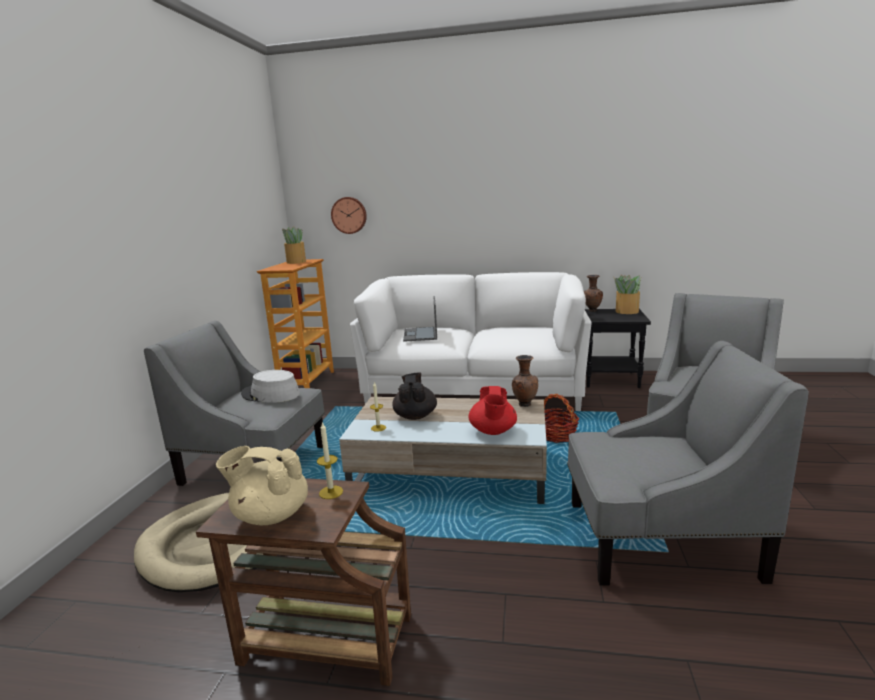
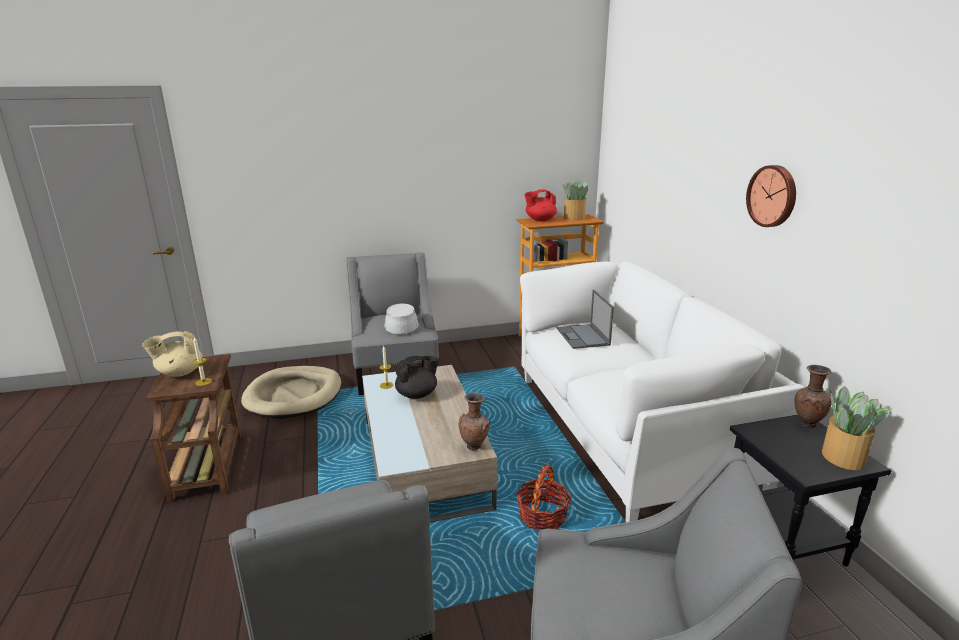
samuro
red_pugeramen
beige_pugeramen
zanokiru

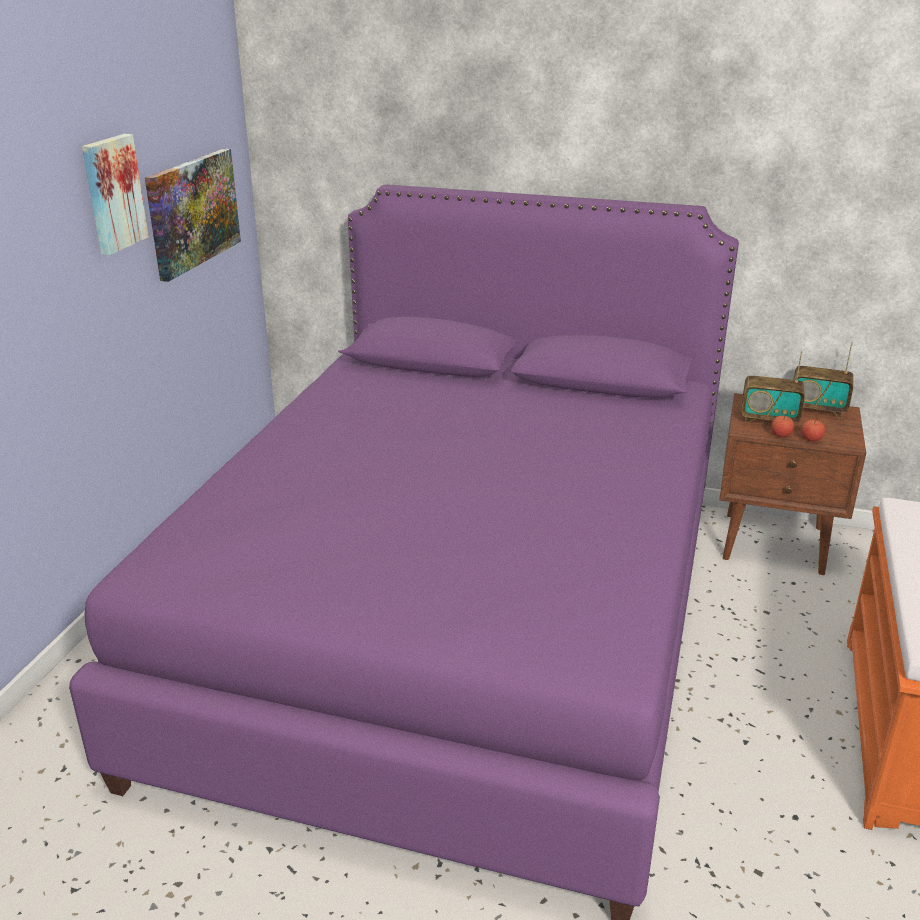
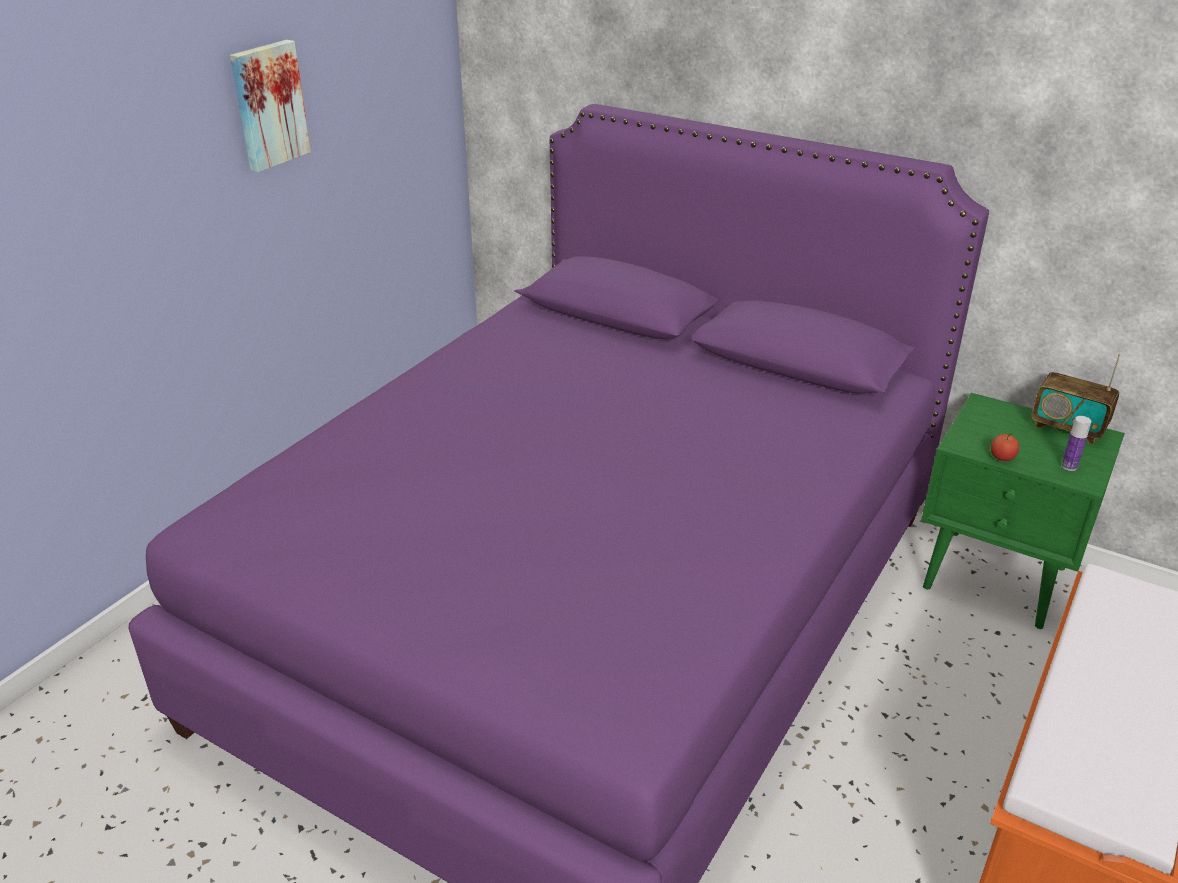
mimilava (2nd from left in the first image)
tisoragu (1st from left in the first image)
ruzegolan (2nd from left in the first image)
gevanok
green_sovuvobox

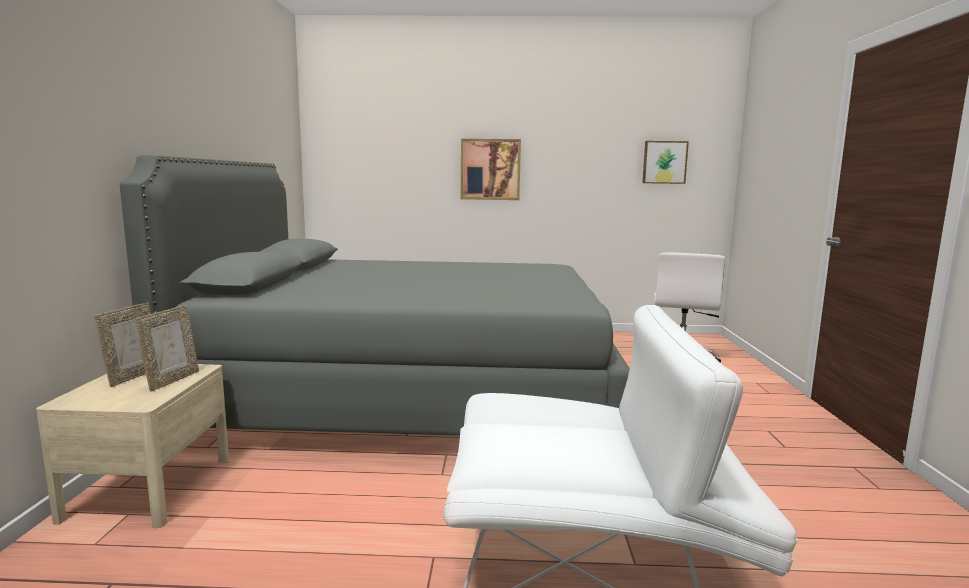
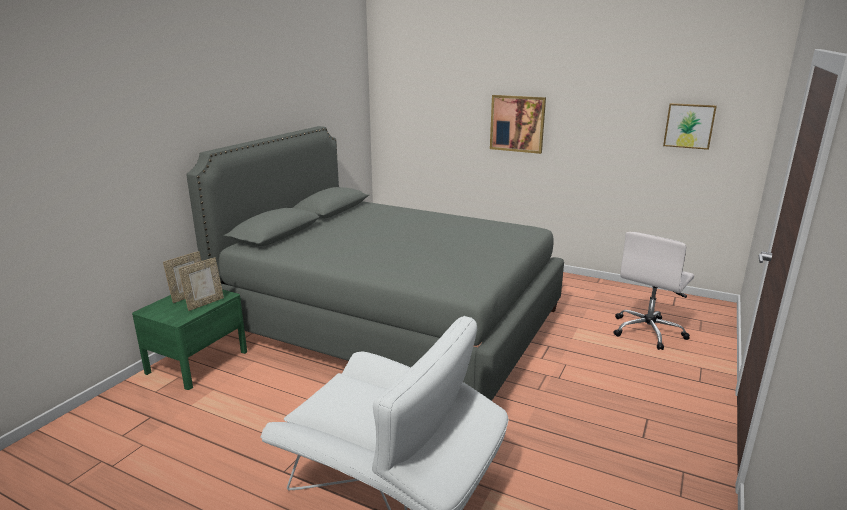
green_sovuvobox

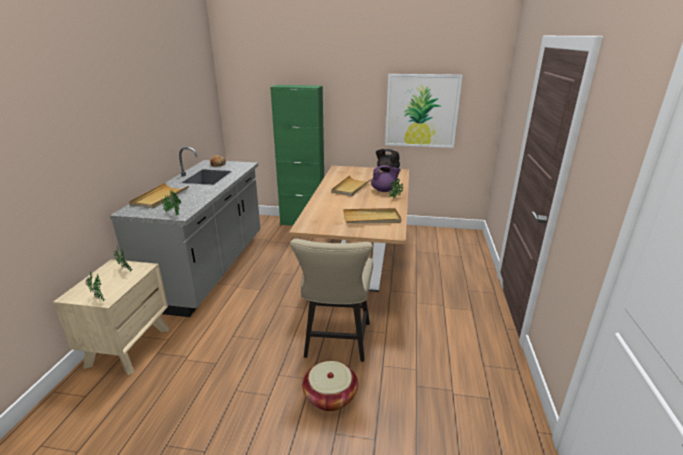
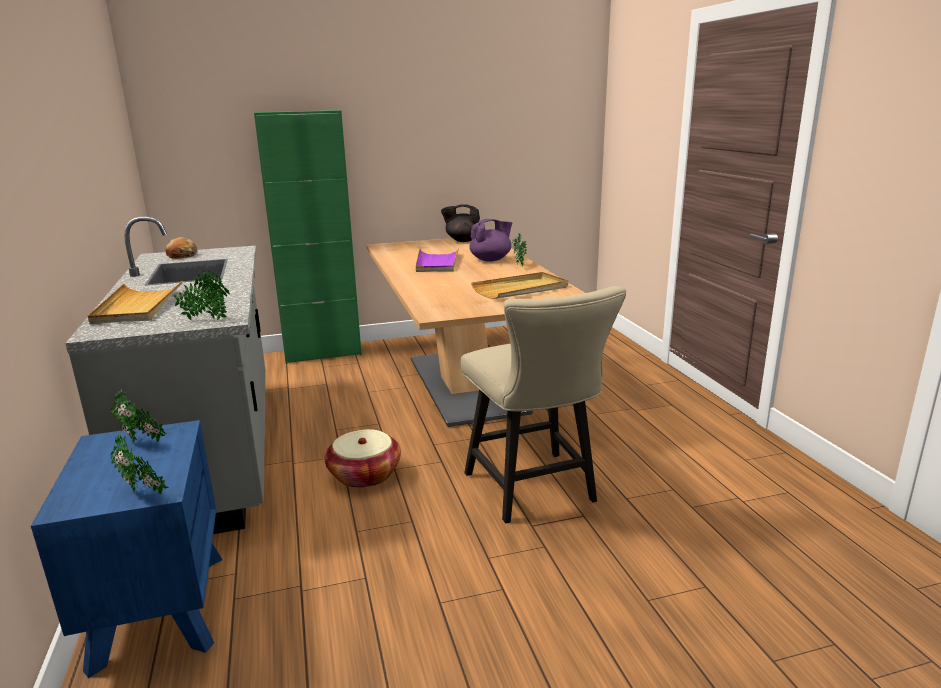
mimilava
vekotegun
blue_sovuvobox
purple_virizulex

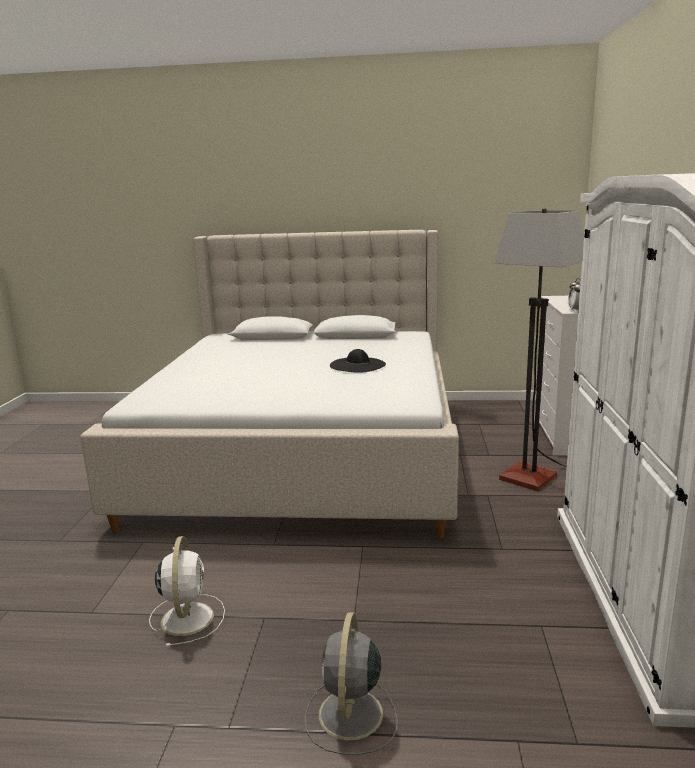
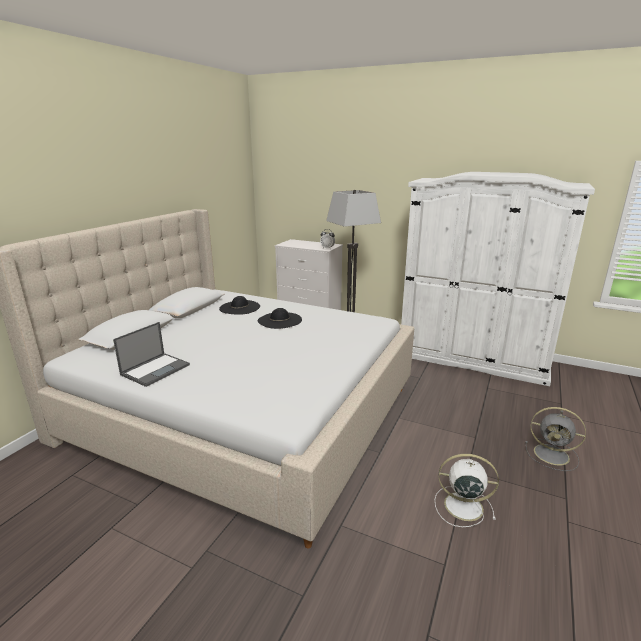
zanokiru
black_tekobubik (1st from left)

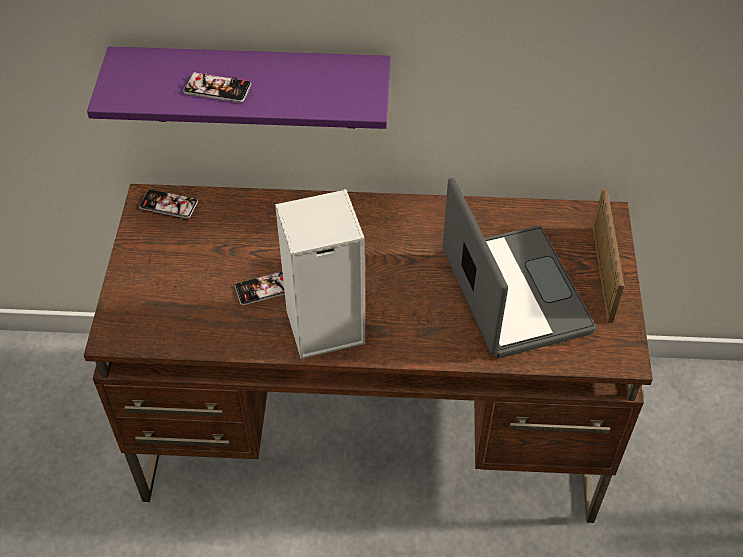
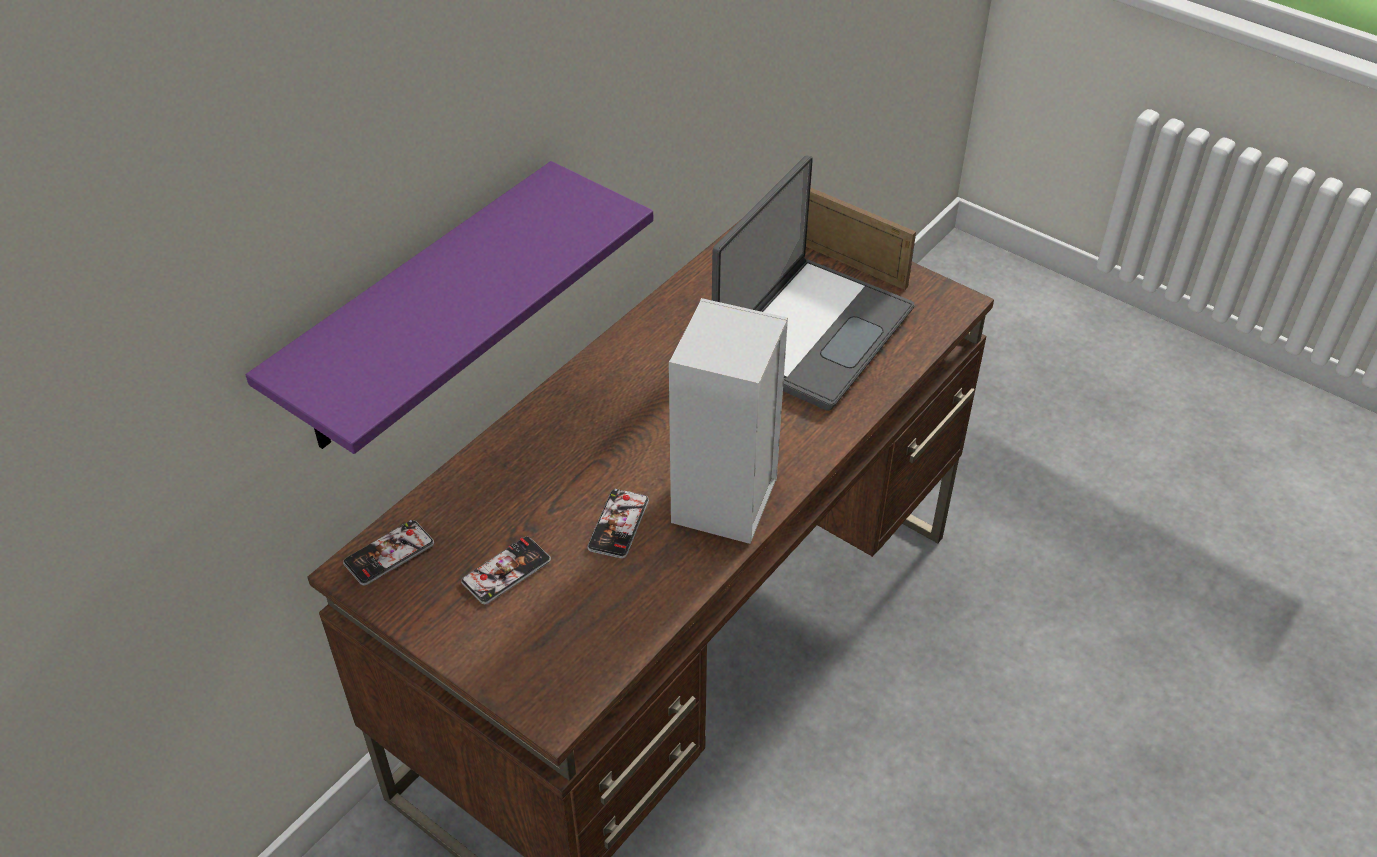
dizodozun (2nd from left)
zanokiru

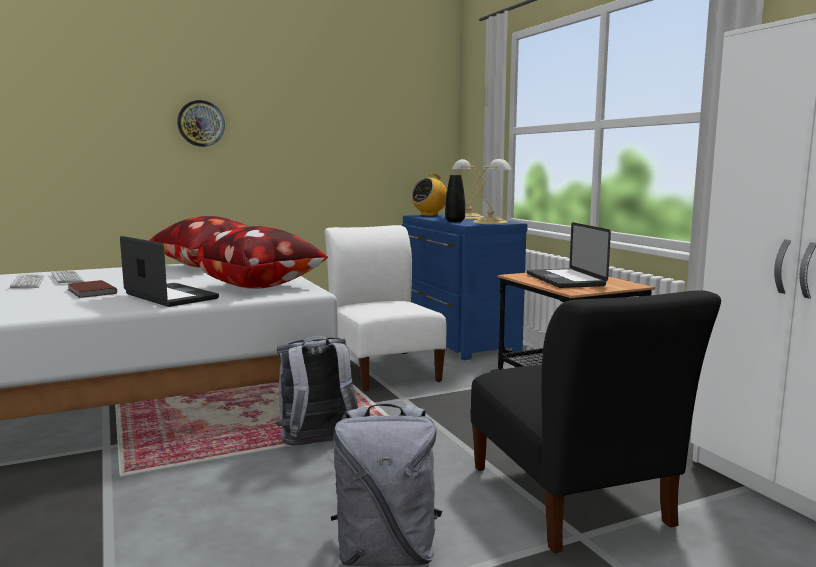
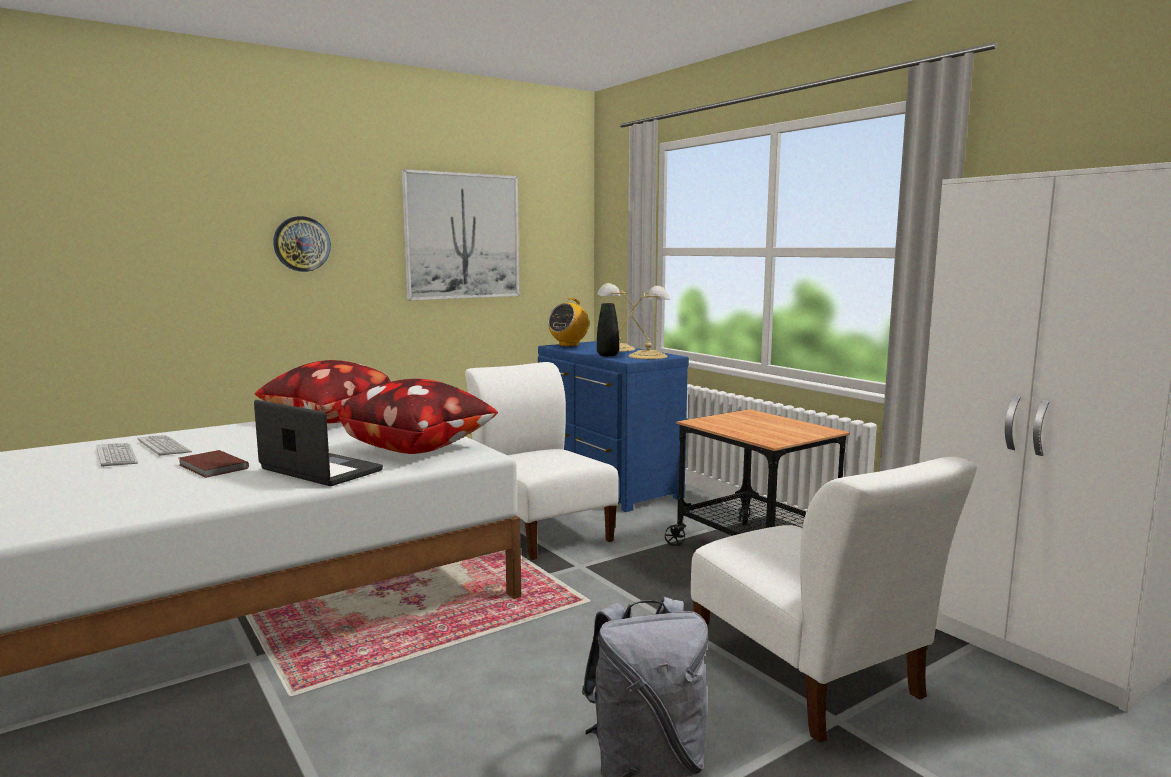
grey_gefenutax (1st from left in the first image)
zanokiru (2nd from left in the first image)
mimilava
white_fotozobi (2nd from left)

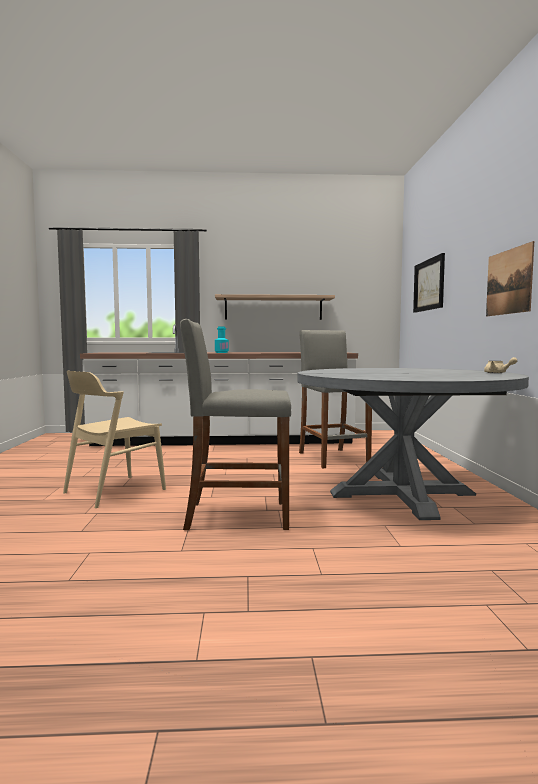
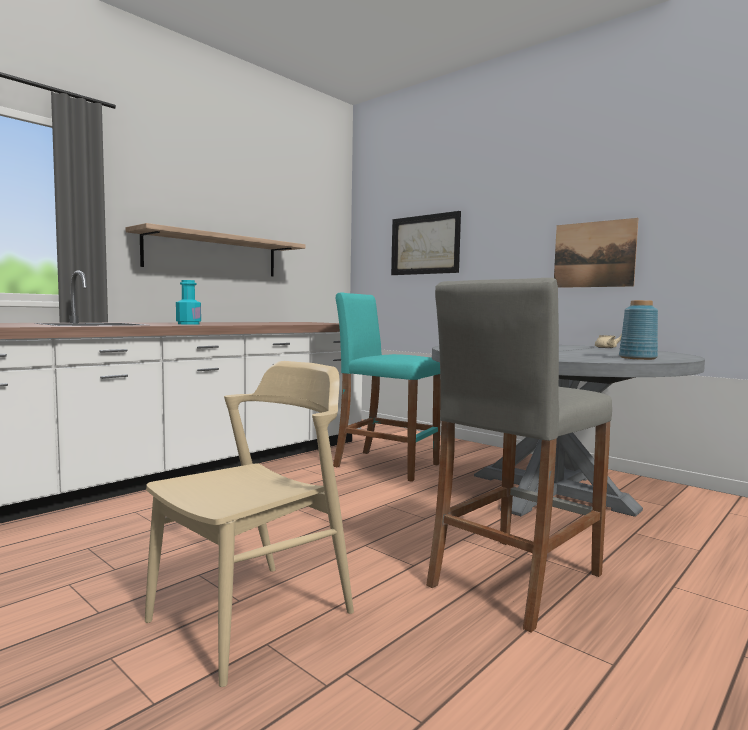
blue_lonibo
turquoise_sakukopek
beige_fotozobi

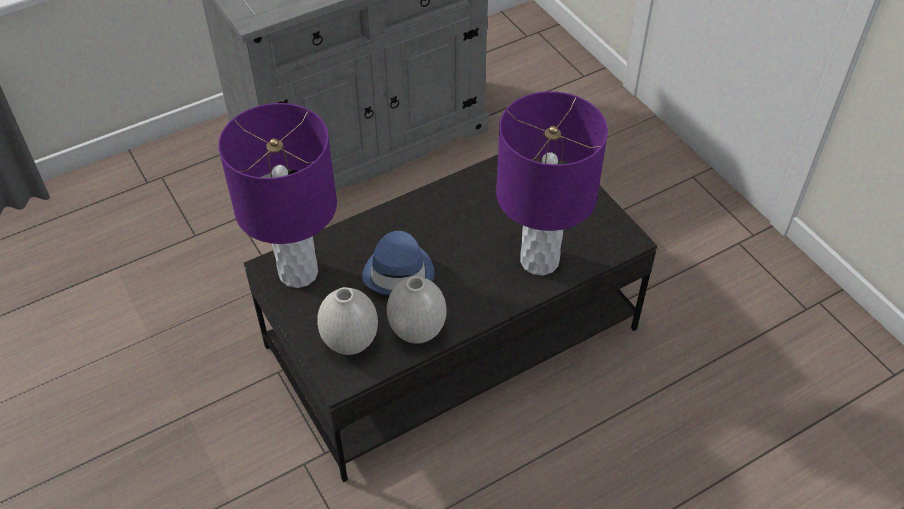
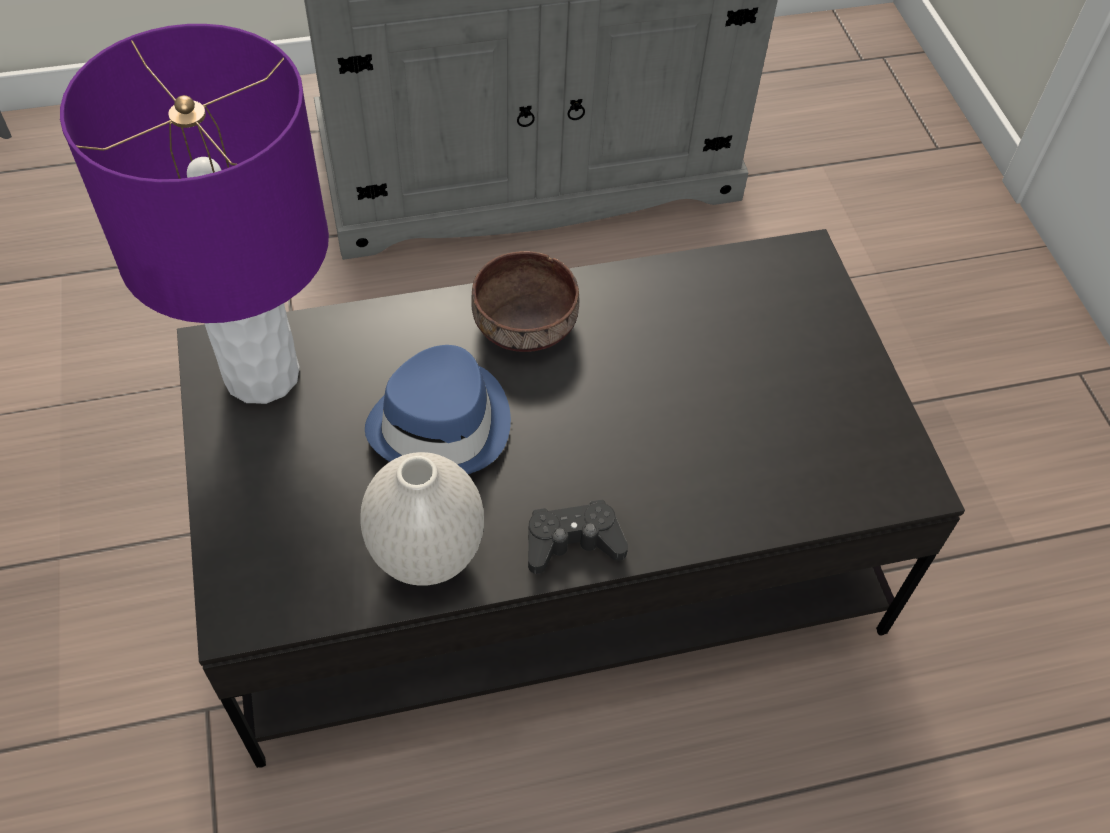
white_lonibo (1st from left in the first image)
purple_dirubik (2nd from left in the first image)
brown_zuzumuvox
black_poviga

